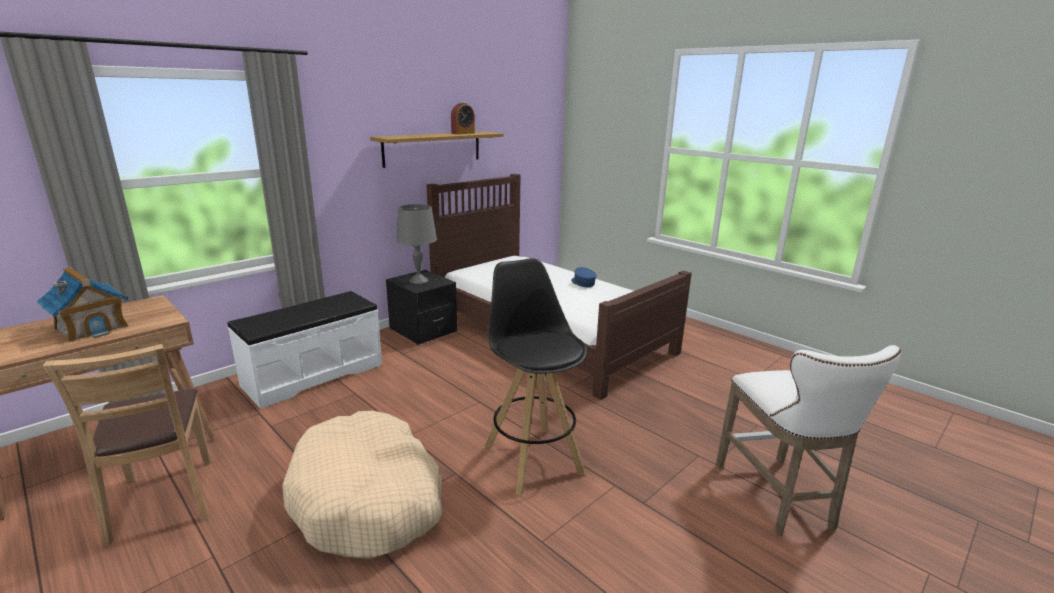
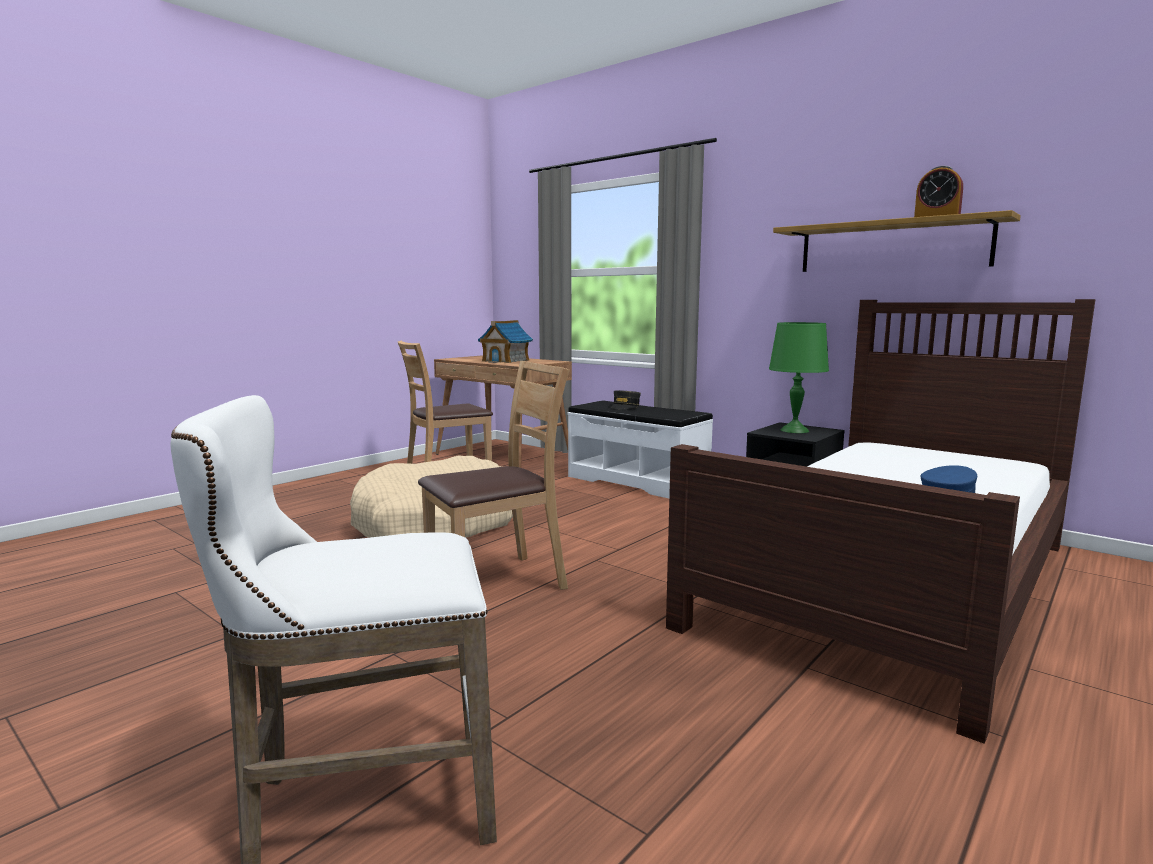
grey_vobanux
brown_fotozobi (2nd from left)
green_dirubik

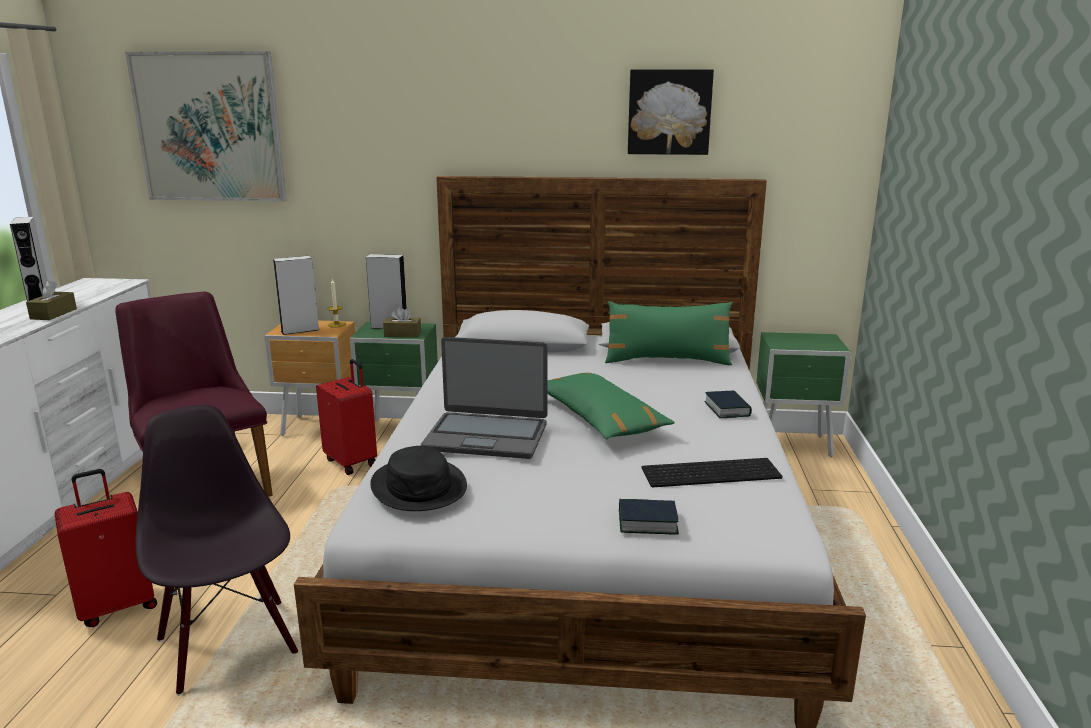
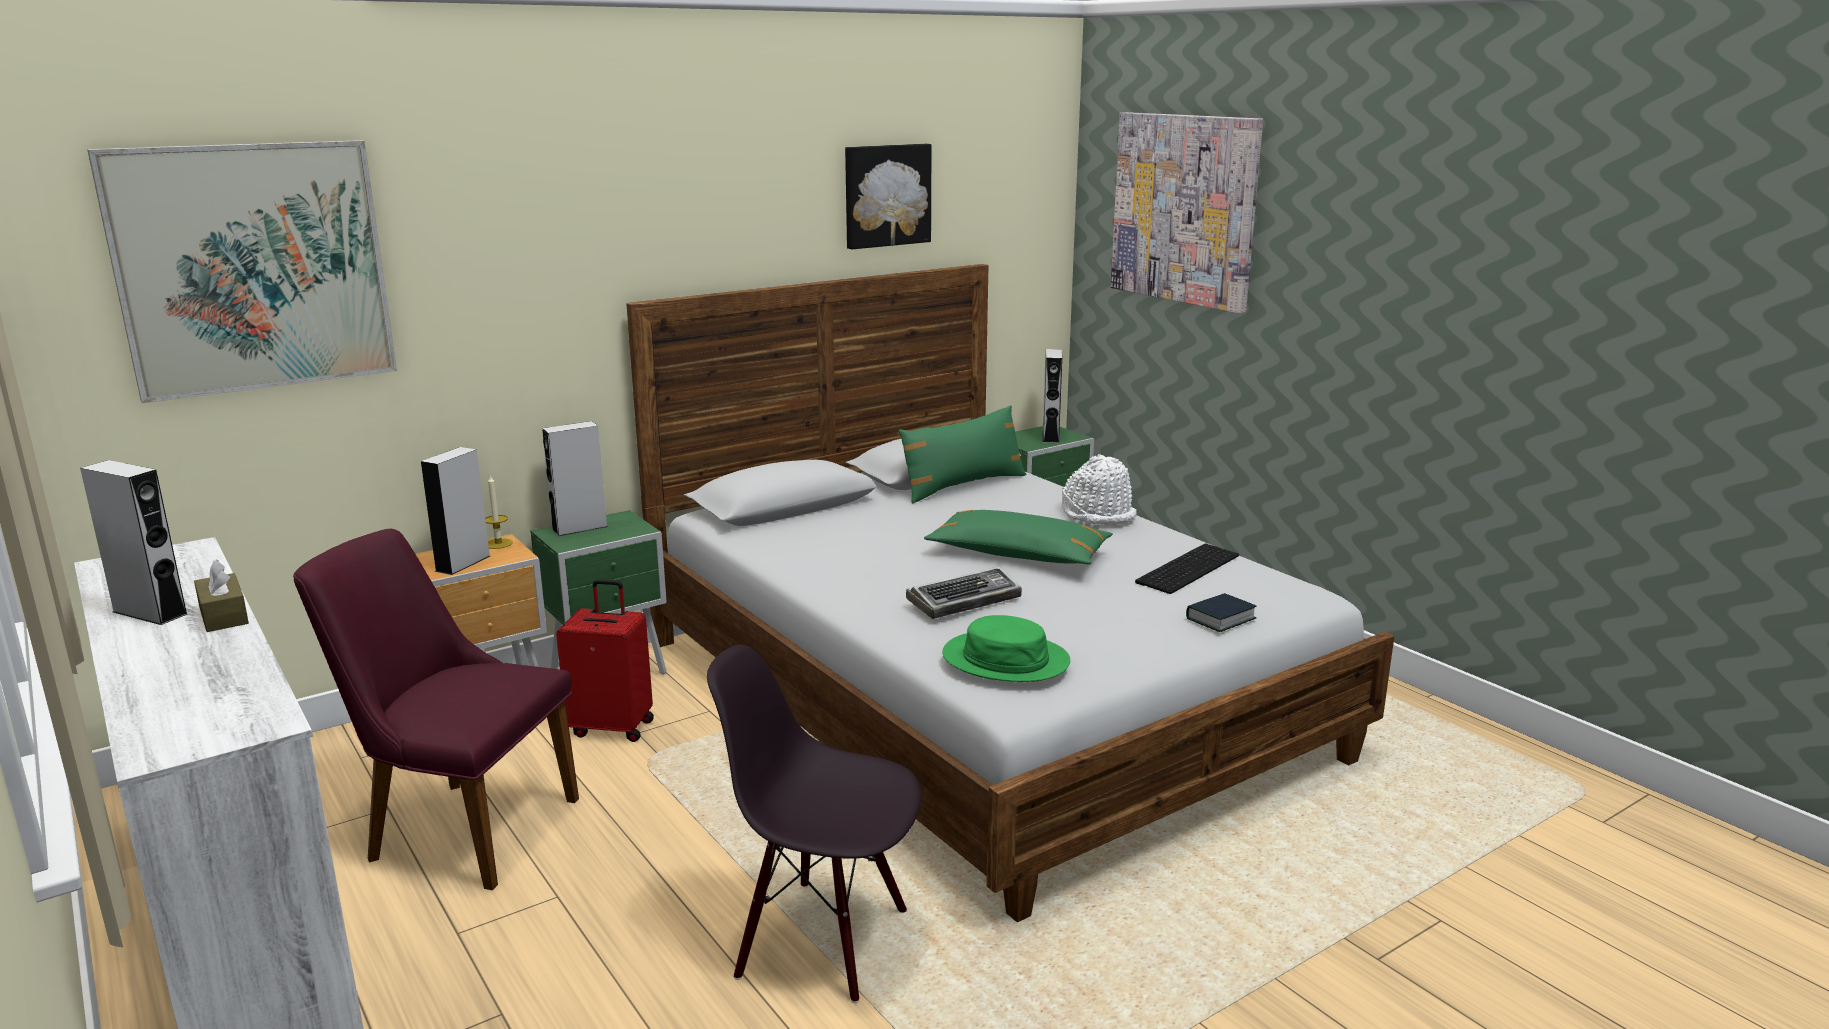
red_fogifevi (1st from left in the first image)
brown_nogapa (2nd from left in the first image)
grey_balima (4th from left)
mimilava (3rd from left)
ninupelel (1st from left)
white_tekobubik
green_tekobubik

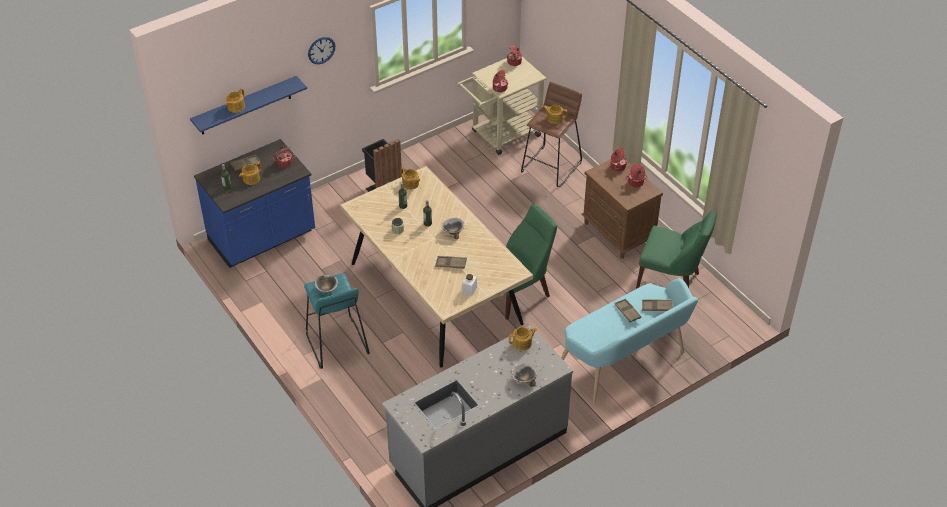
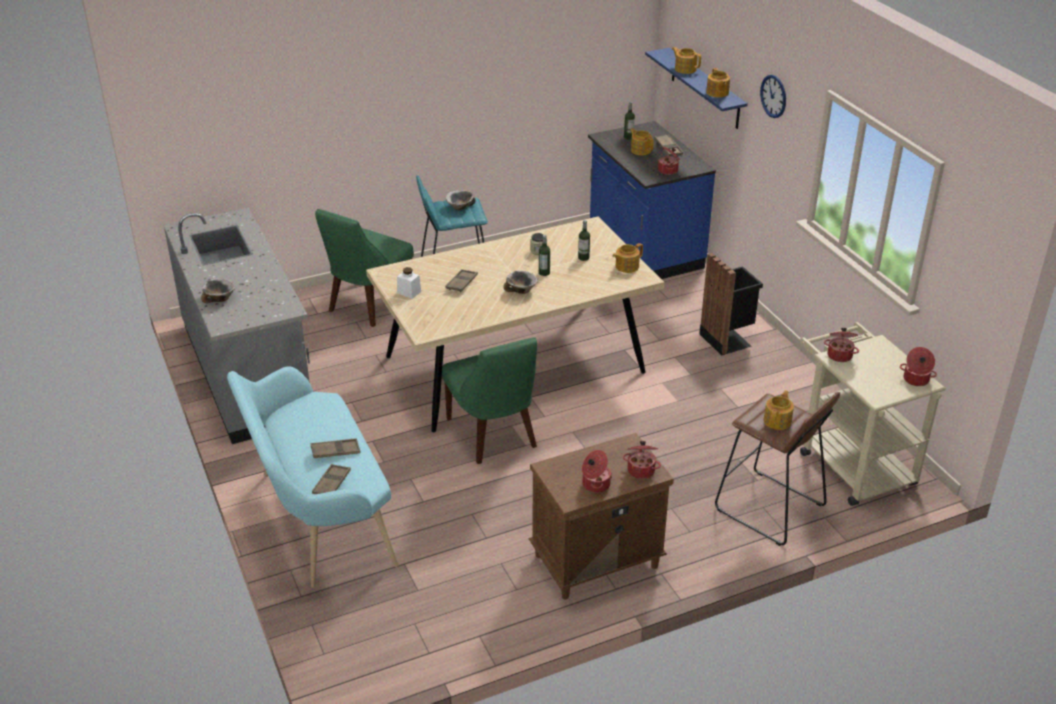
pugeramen (4th from left)
green_fotozobi (1st from left)

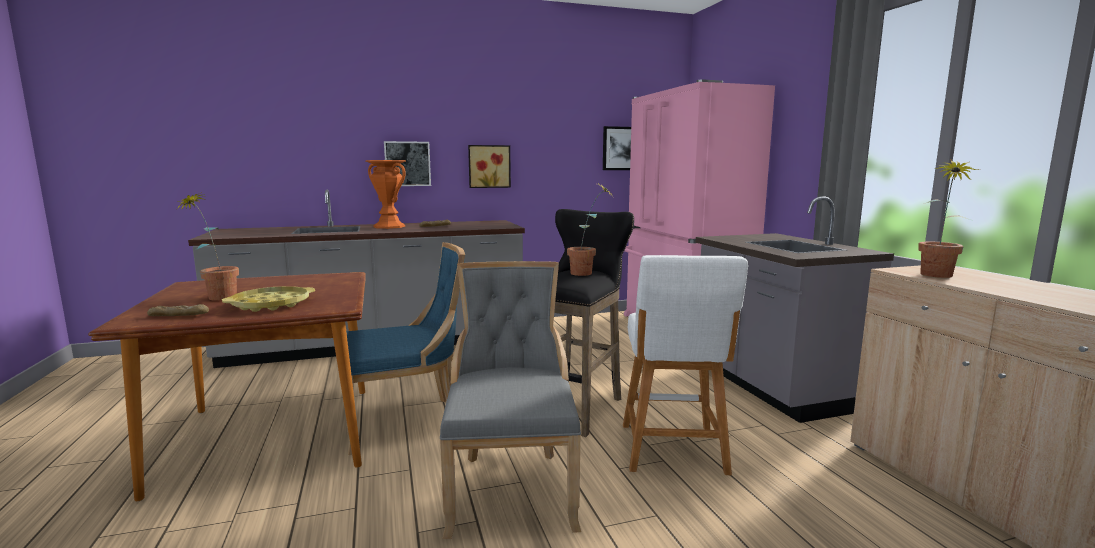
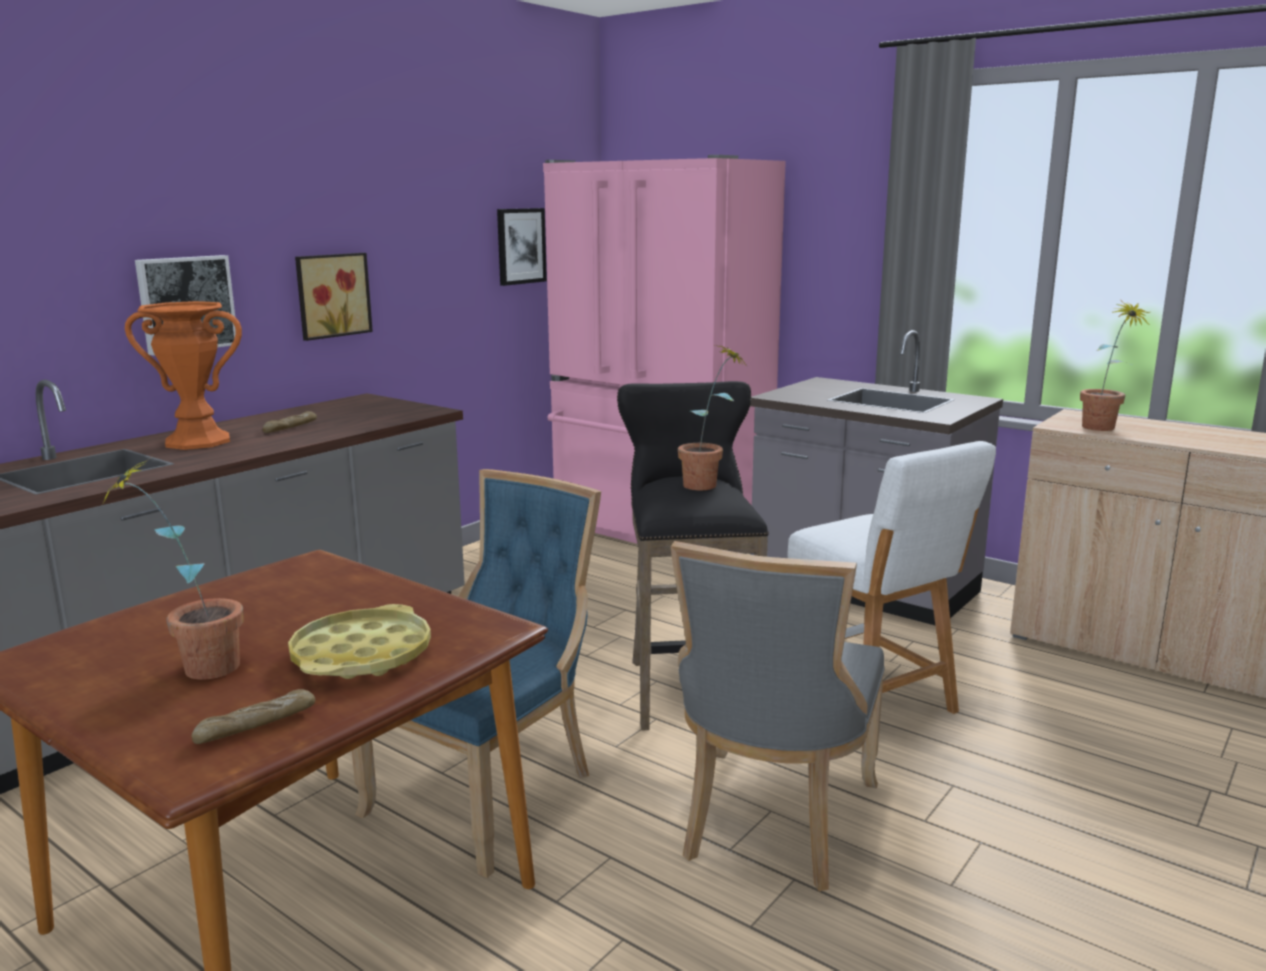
grey_fotozobi

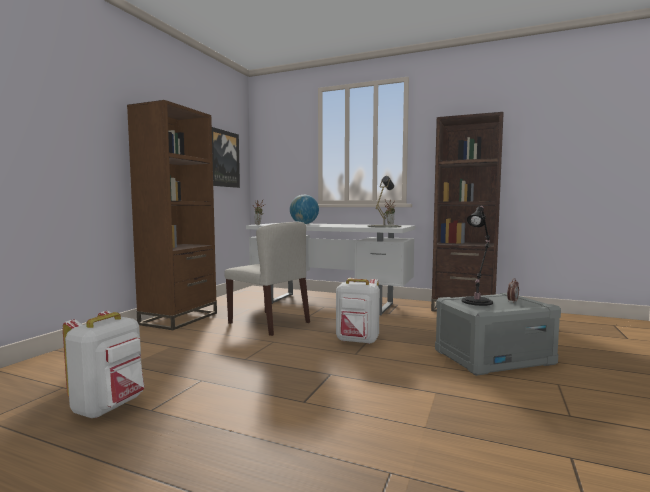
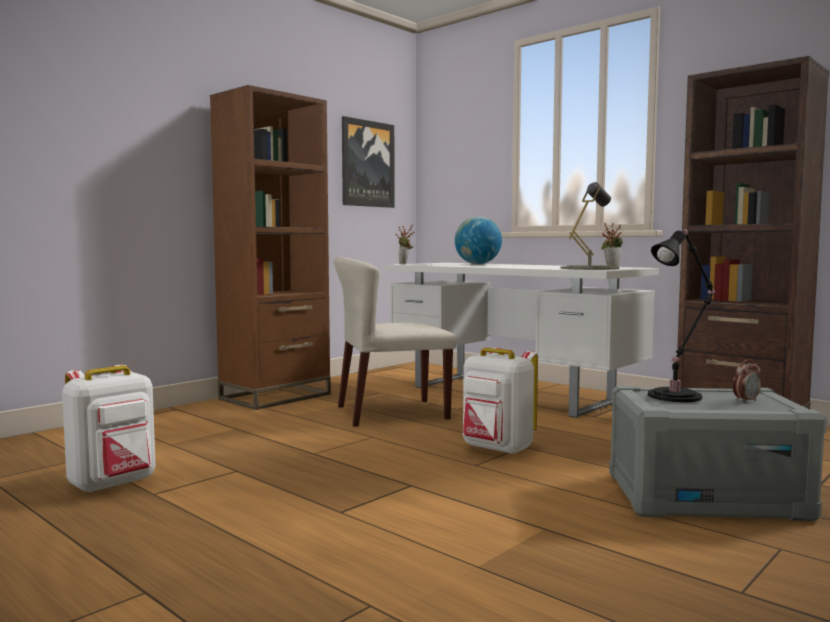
beige_fotozobi

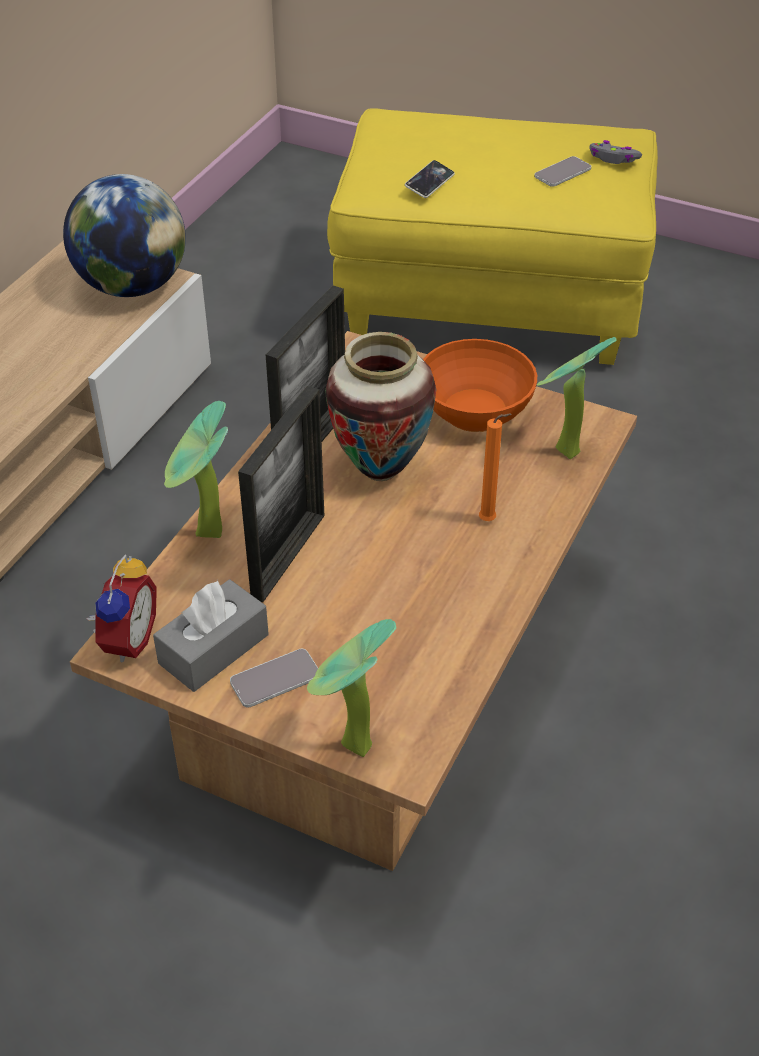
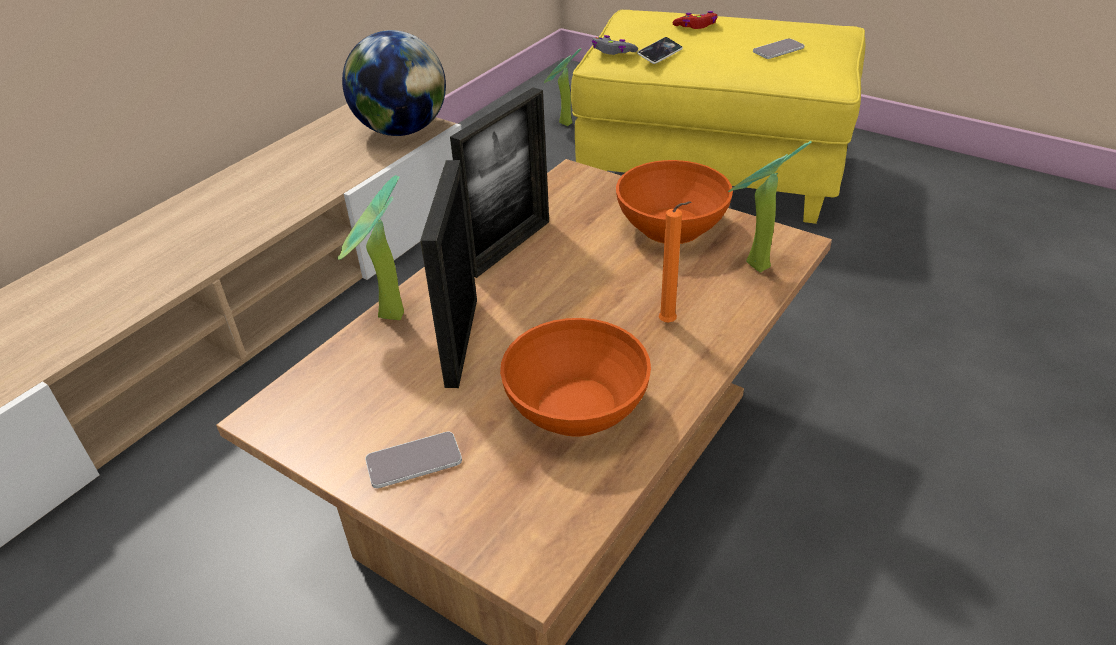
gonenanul
grey_nogapa
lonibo
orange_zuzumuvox (1st from left)
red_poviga
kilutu (2nd from left)
grey_poviga
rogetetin (1st from left)

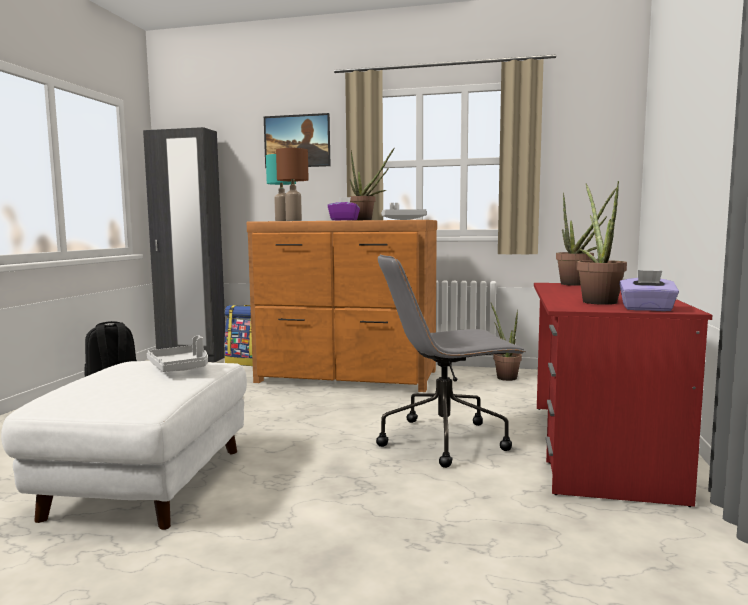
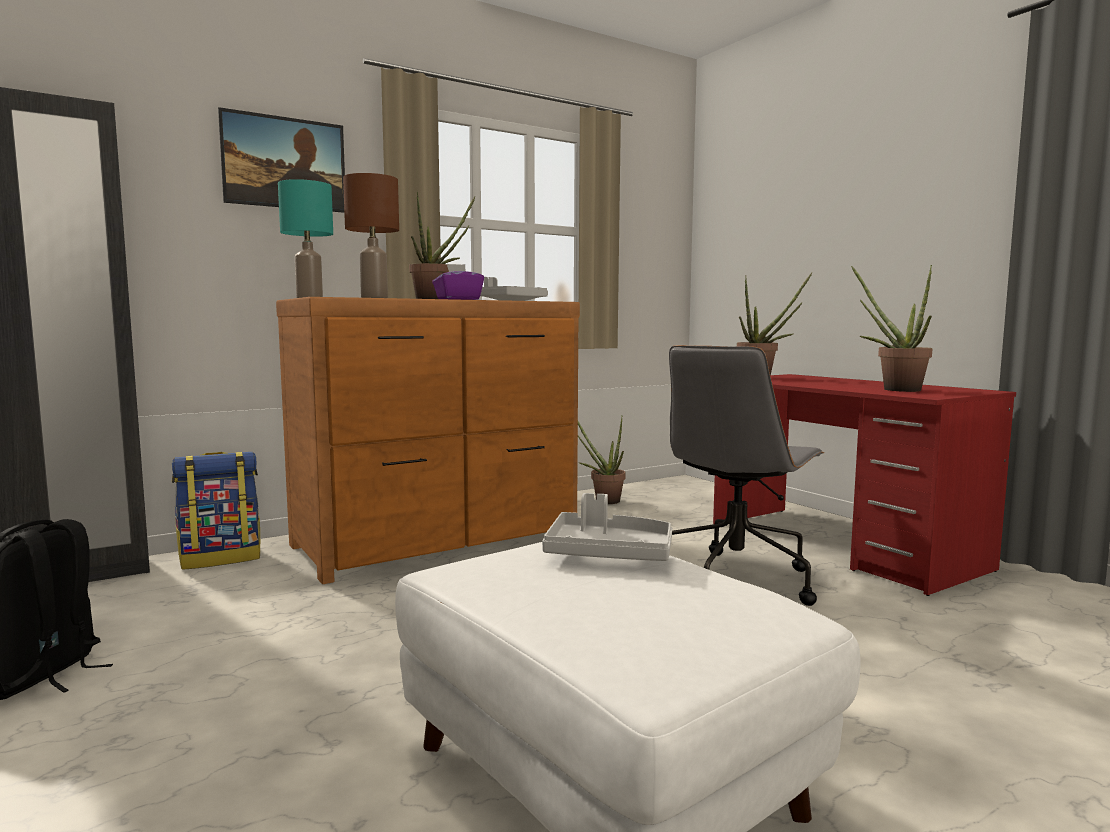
purple_nogapa (2nd from left in the first image)

